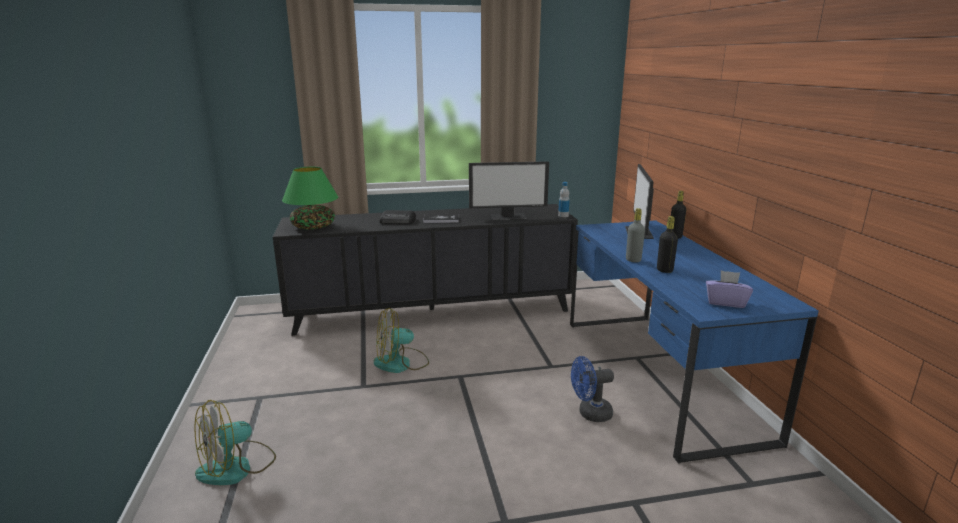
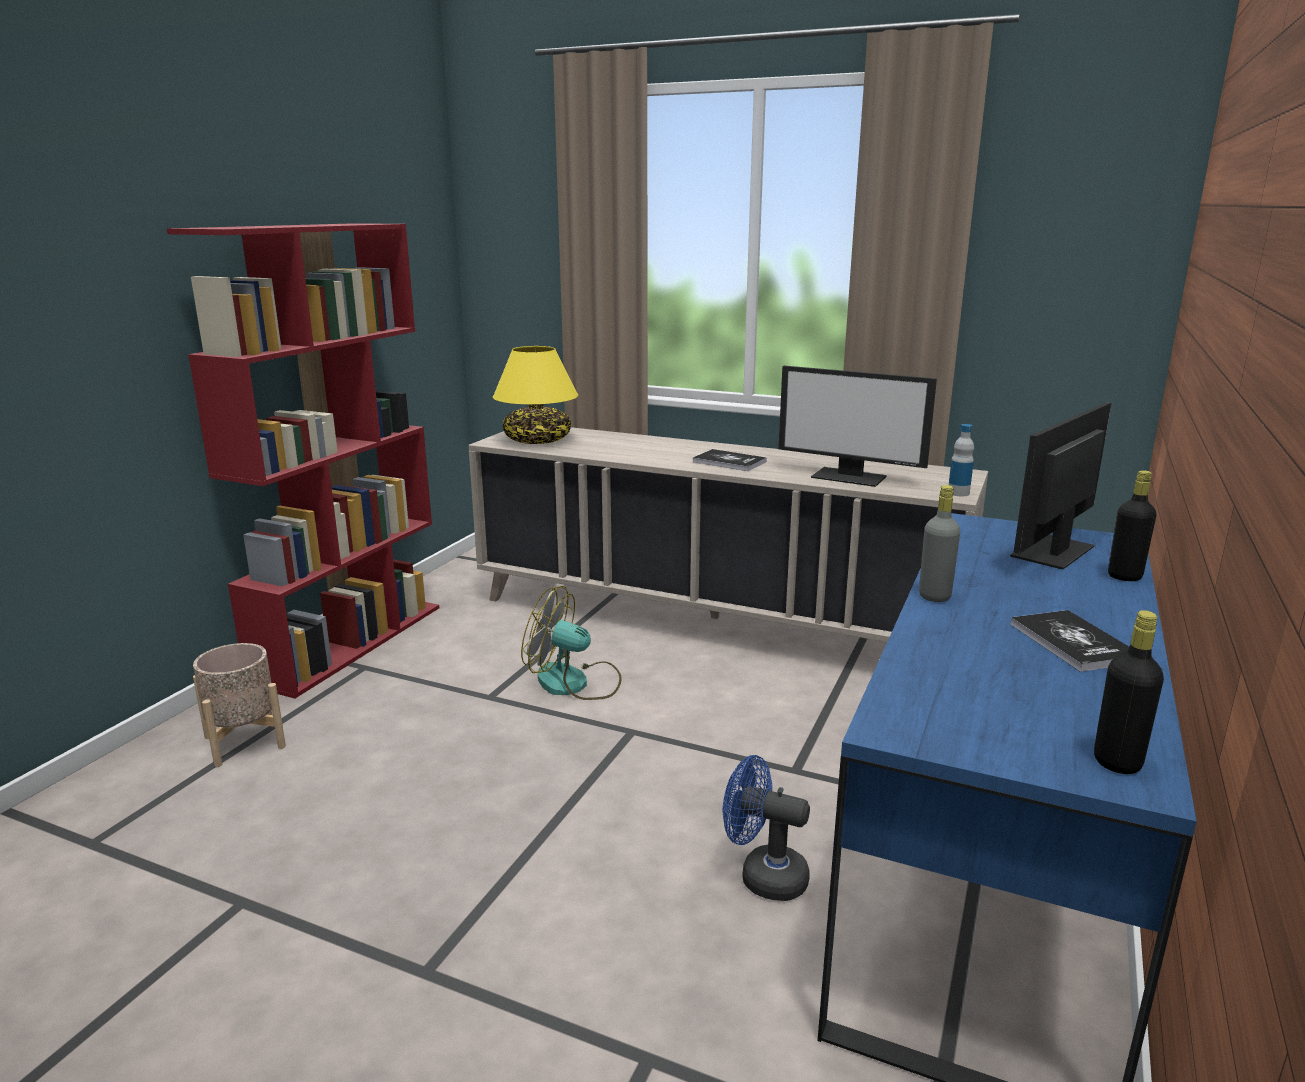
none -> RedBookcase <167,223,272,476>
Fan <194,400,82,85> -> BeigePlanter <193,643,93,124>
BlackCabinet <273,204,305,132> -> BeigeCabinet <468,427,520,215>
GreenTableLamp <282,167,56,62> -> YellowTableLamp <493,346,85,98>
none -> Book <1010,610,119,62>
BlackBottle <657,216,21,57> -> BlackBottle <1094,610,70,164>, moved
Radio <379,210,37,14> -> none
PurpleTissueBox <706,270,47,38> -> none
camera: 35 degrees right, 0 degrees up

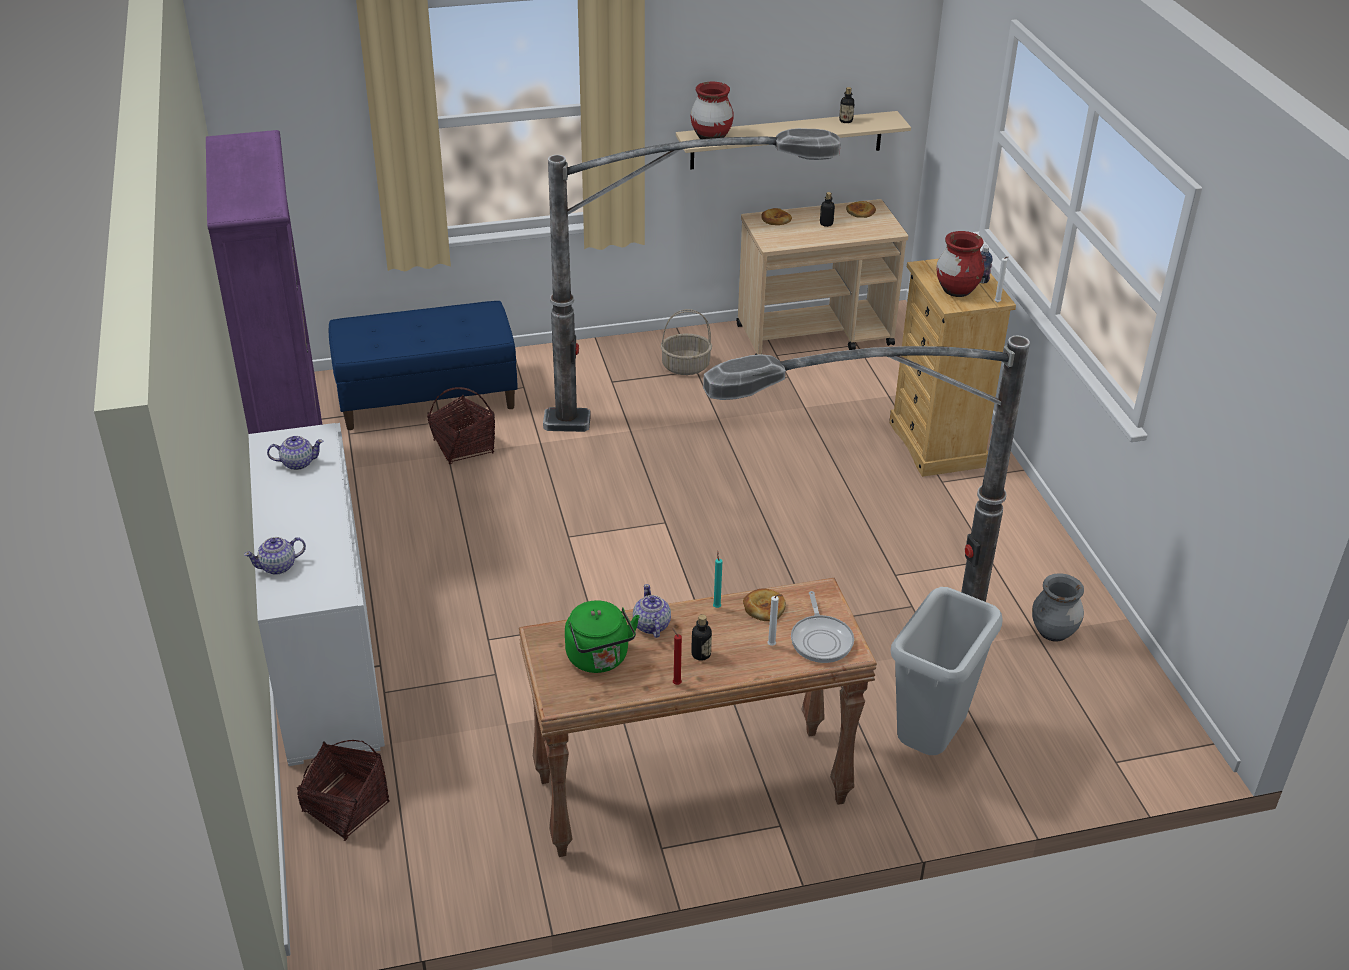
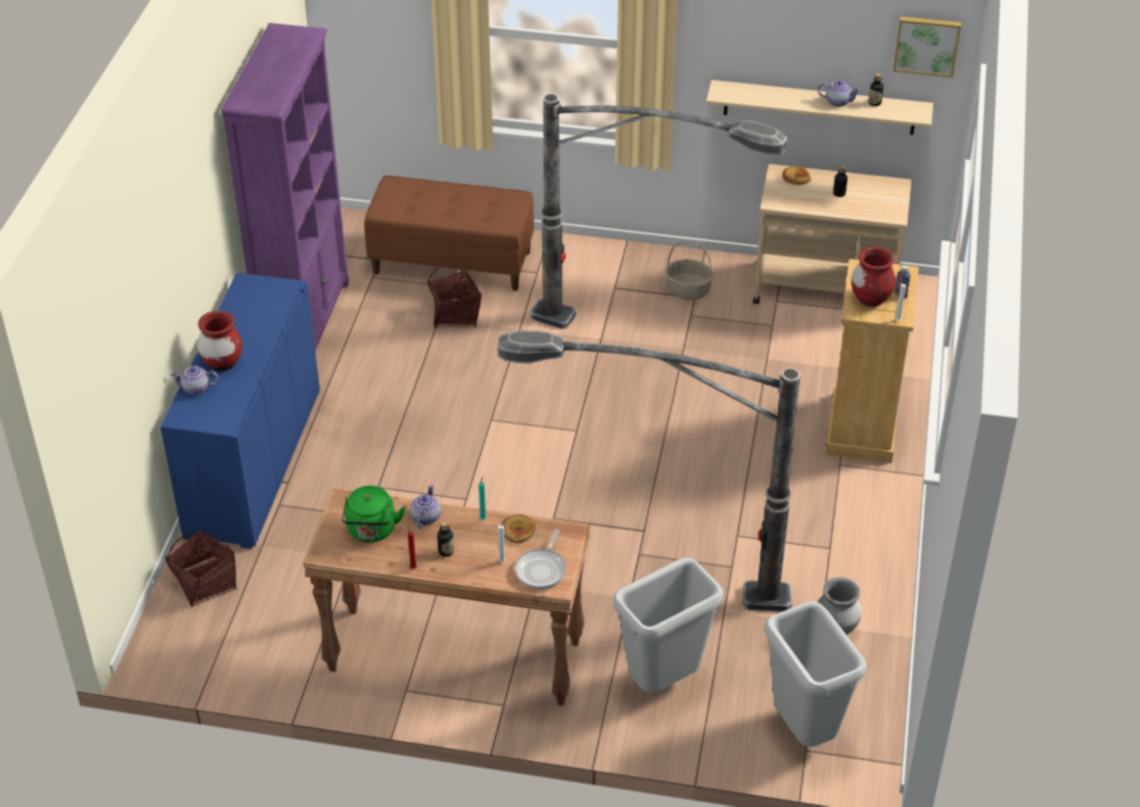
WhiteCabinet <248,423,137,343> -> BlueCabinet <160,273,160,276>
RedVase <691,82,43,57> -> RedVase <197,311,45,60>, moved
BlueBench <329,301,189,129> -> BrownBench <364,176,170,115>
none -> GreyTrashCan <765,601,102,146>
Teapot <267,436,56,34> -> Teapot <818,81,43,26>, moved
none -> Picture <893,16,68,62>
Bread <846,201,30,17> -> none
camera: 25 degrees right, 5 degrees up

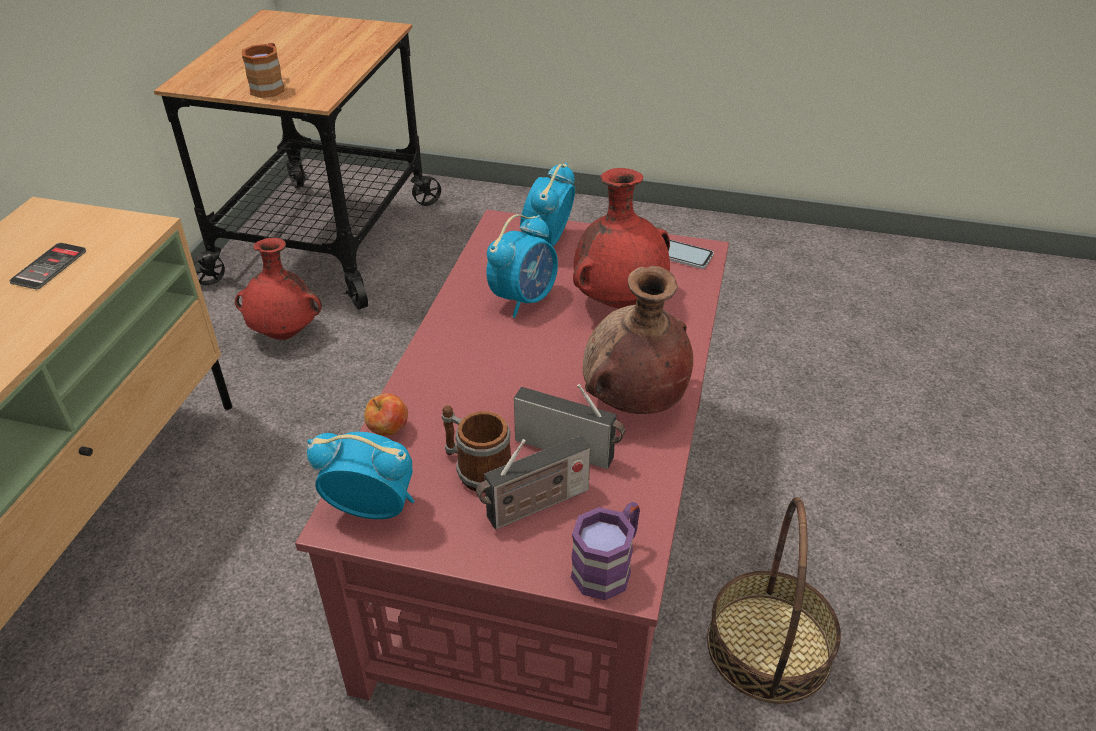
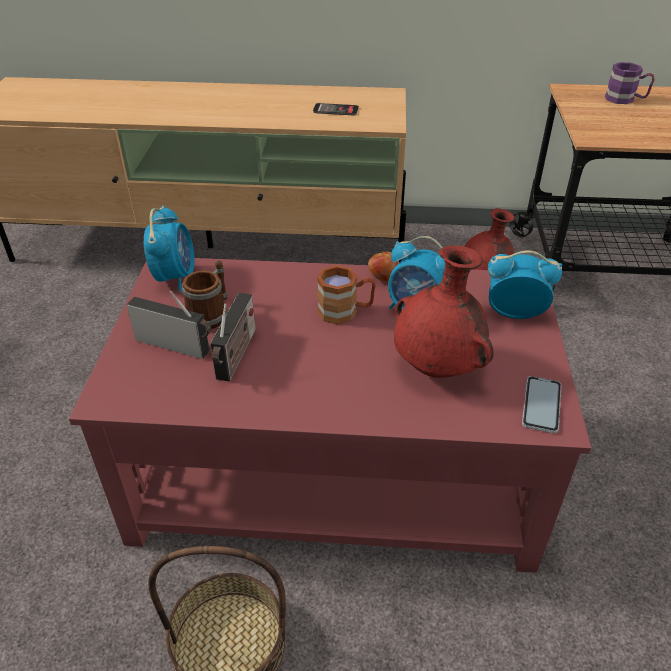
Radio <476,435,115,94> -> Radio <127,291,84,68>, 150 degrees clockwise
BrownMug <242,43,43,55> -> BrownMug <317,265,59,60>, moved
Apple <364,393,44,43> -> Apple <368,249,31,32>, moved
PurpleMug <571,502,69,98> -> PurpleMug <605,62,49,42>, moved
BrownVase <583,266,110,148> -> none
camera: 80 degrees right, 0 degrees up

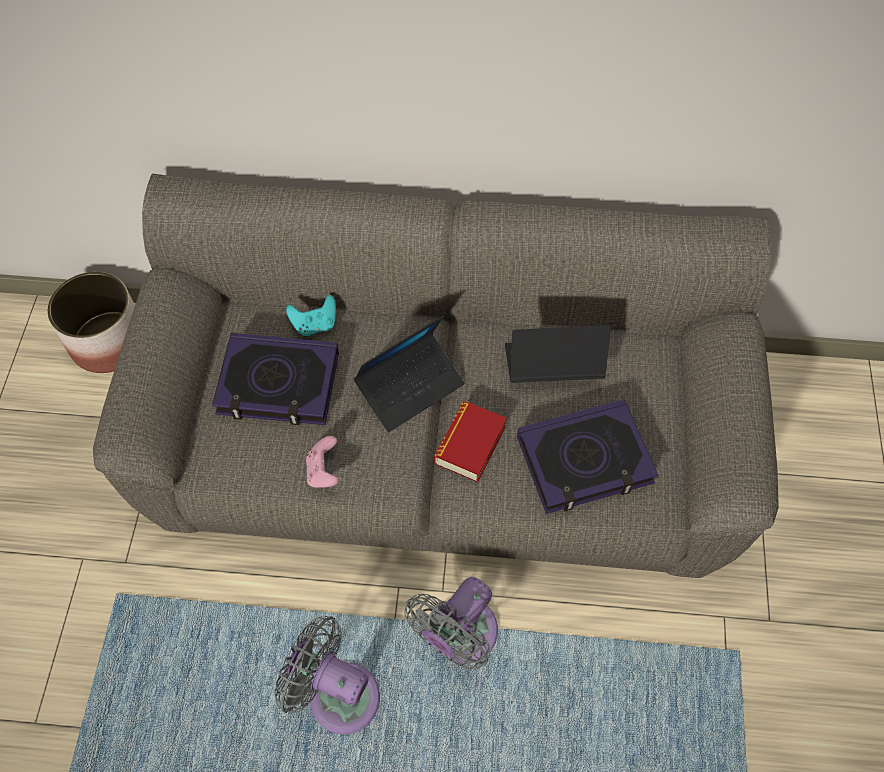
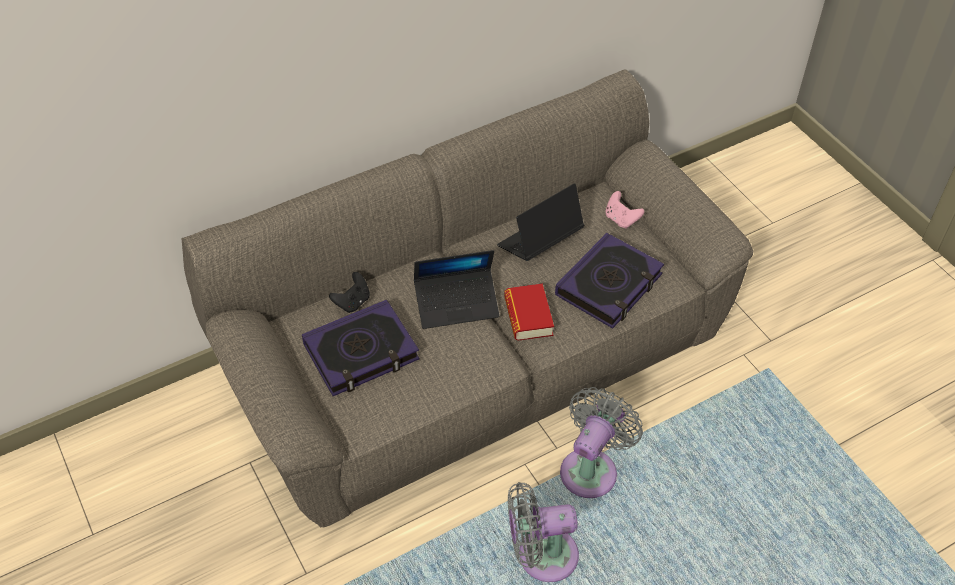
TurquoiseGameController <286,295,50,41> -> BlackGameController <329,272,41,41>
Laptop <353,316,111,116> -> Laptop <414,250,85,79>, 60 degrees clockwise
GreyFan <404,577,94,93> -> GreyFan <560,387,83,111>, 150 degrees counterclockwise
PinkGameController <306,436,33,52> -> PinkGameController <606,191,39,38>, moved
Planter <47,272,88,101> -> none
camera: 35 degrees left, 10 degrees down

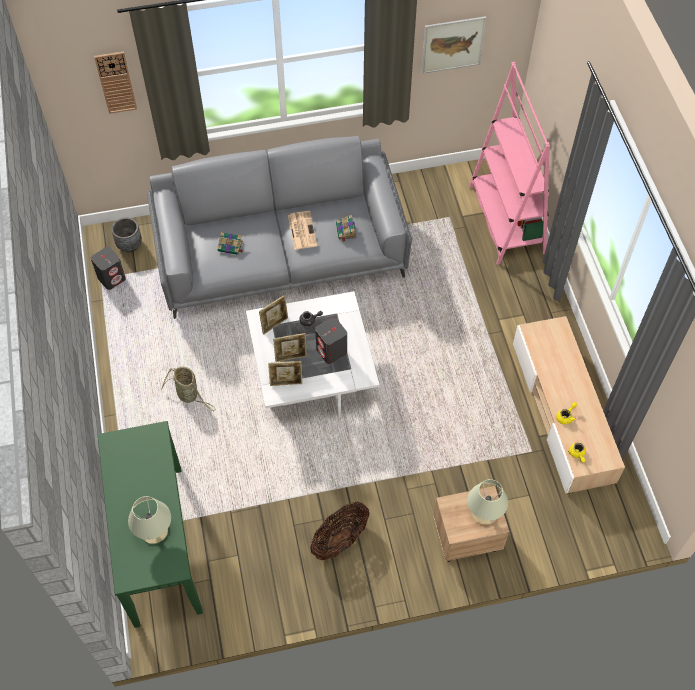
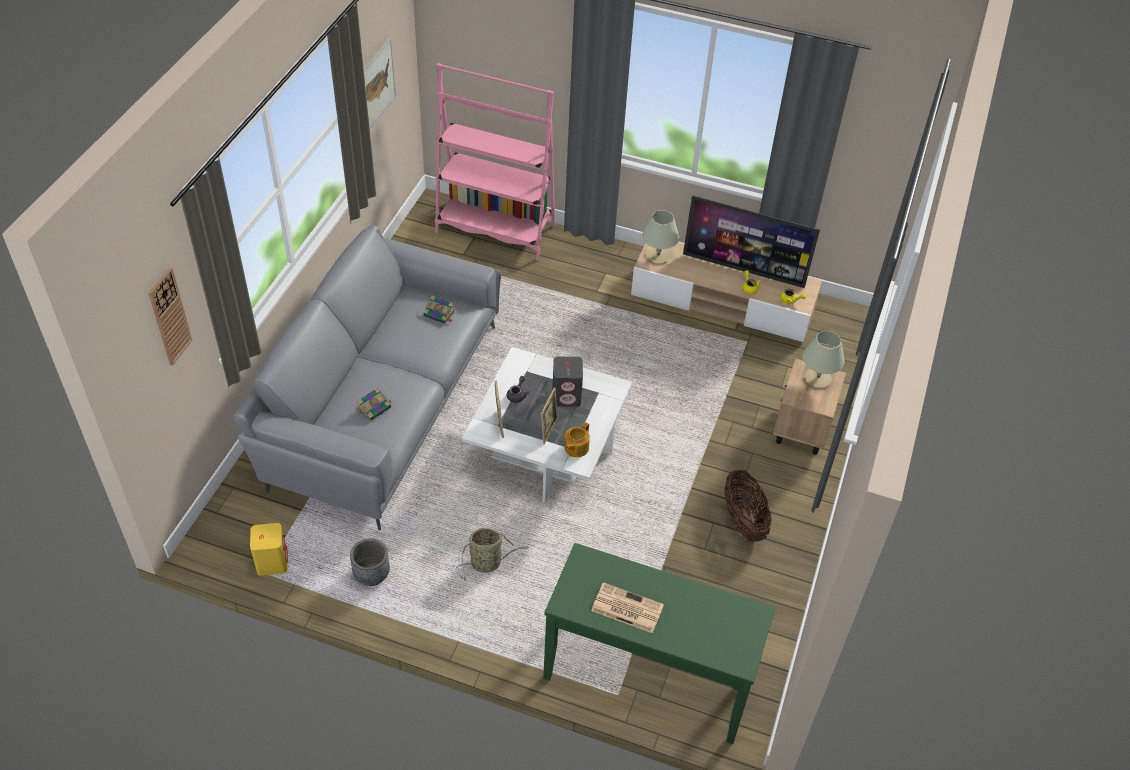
GreySpeaker <91,247,35,43> -> YellowSpeaker <250,523,38,53>
GreyPlanter <111,217,31,35> -> GreyPlanter <350,538,40,48>, moved
PictureFrame <268,361,34,25> -> Teapot <564,422,26,35>
Newspaper <288,211,29,39> -> Newspaper <591,582,73,51>, moved
BeigeTableLamp <128,496,43,48> -> BeigeTableLamp <642,210,37,54>, moved
none -> Television <683,195,137,93>
camera: 60 degrees left, 10 degrees down

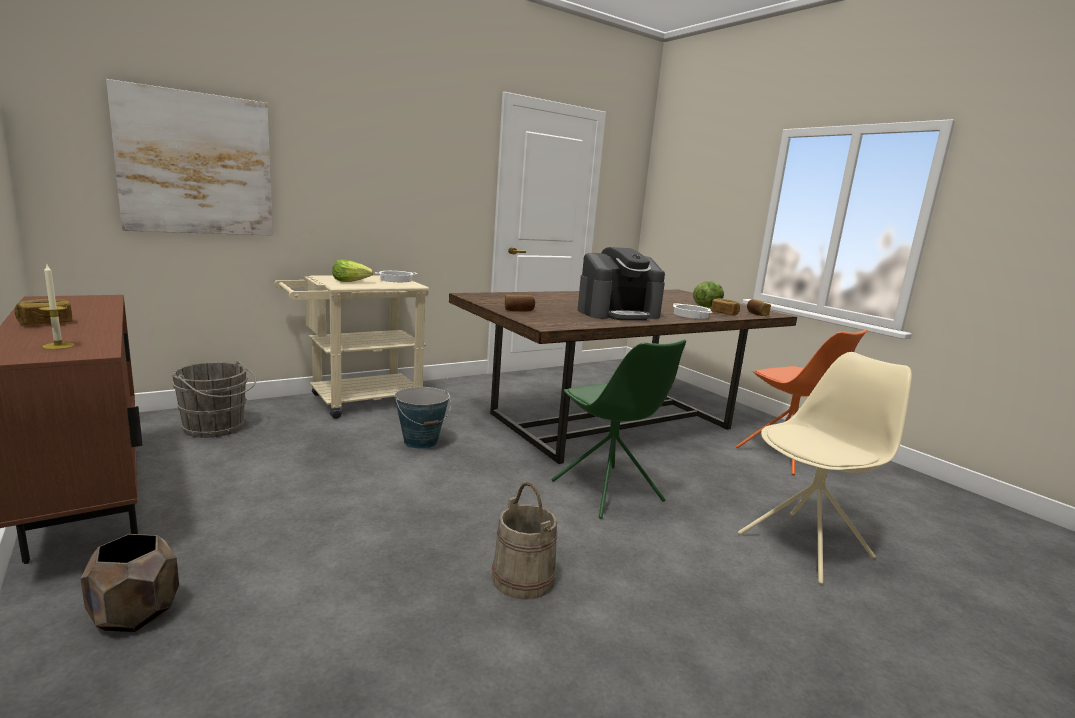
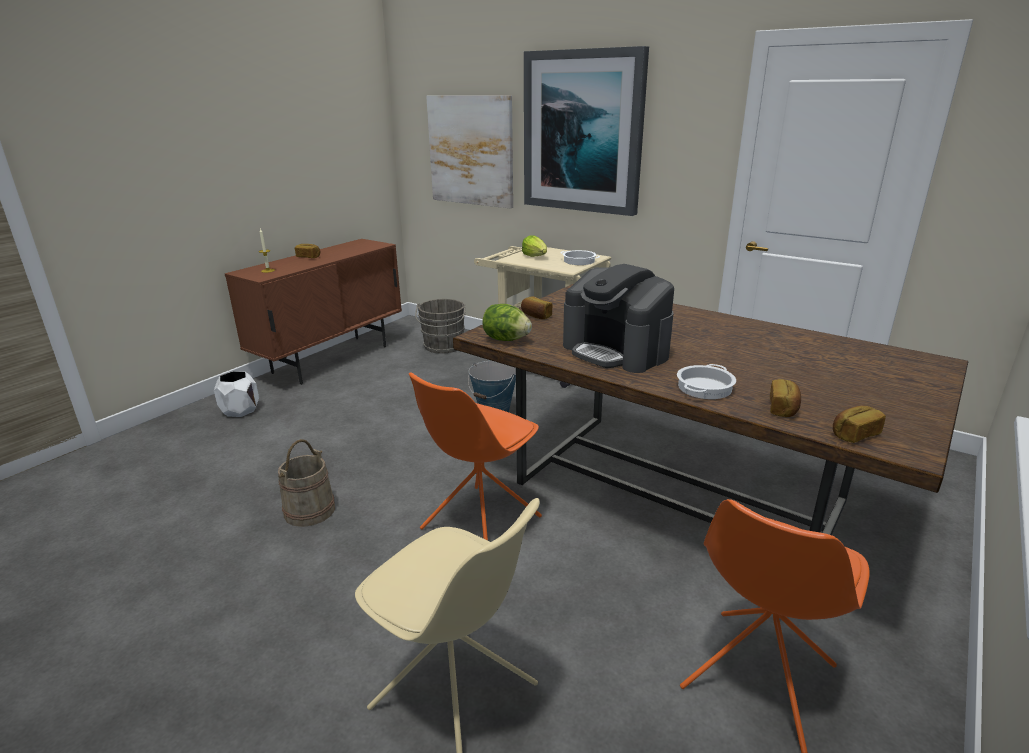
BrownPlanter <80,534,99,98> -> WhitePlanter <214,371,45,46>
GreenChair <552,339,134,180> -> OrangeChair <409,373,133,168>
Lettuce <693,281,31,26> -> Lettuce <482,304,50,37>, moved
none -> Picture <524,46,125,170>
camera: 70 degrees right, 10 degrees up

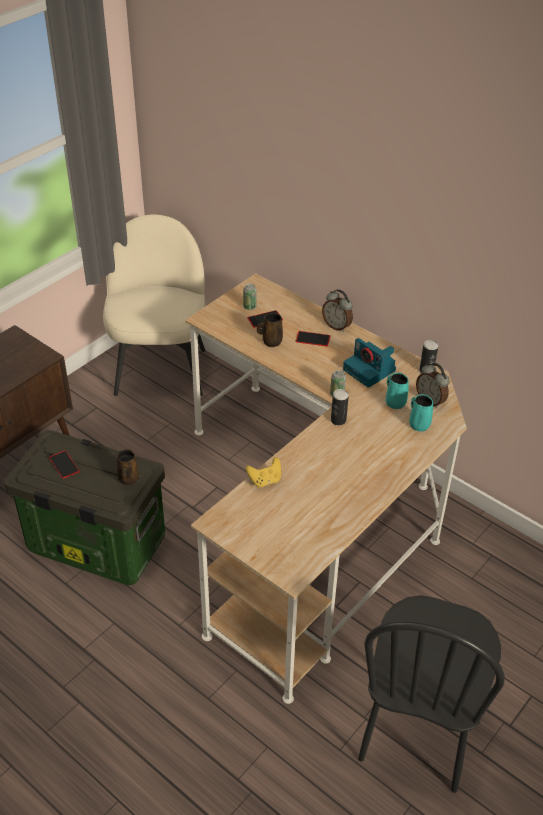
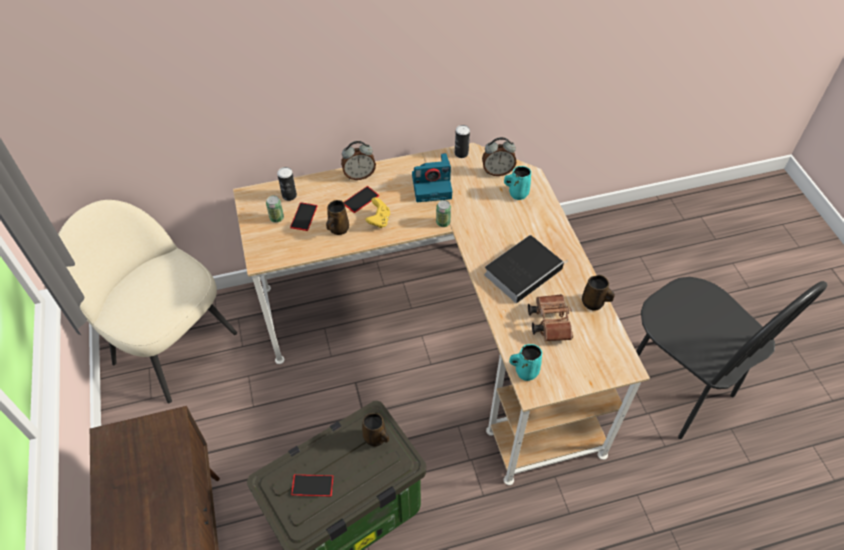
Can <331,389,18,36> -> Can <277,167,20,34>, moved
YellowGameController <246,457,35,30> -> YellowGameController <366,197,24,31>, moved
none -> Book <484,235,84,69>
TurquoiseMug <386,373,23,36> -> TurquoiseMug <509,344,33,37>, moved
none -> BrownBinoculars <528,294,45,47>
none -> BrownMug <582,275,33,36>
camera: 55 degrees left, 10 degrees up

